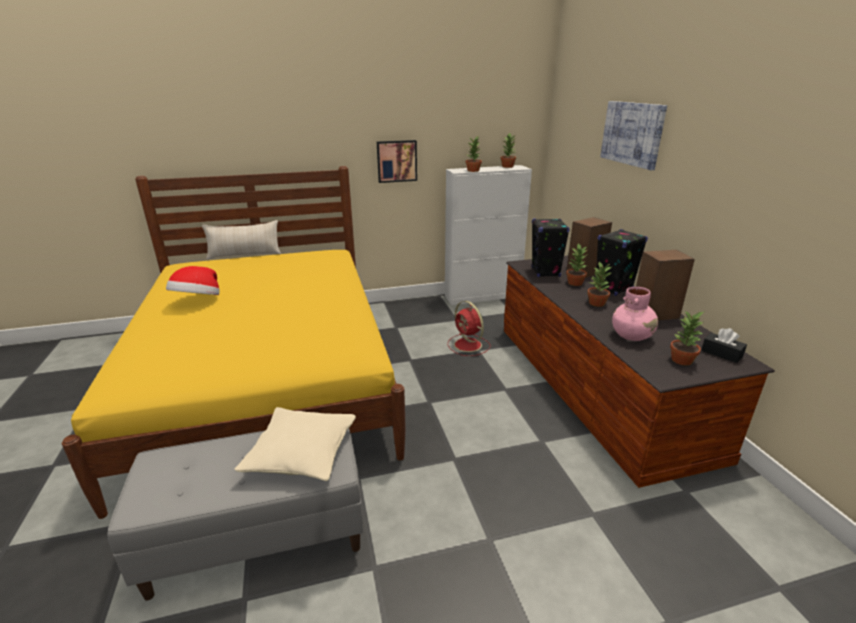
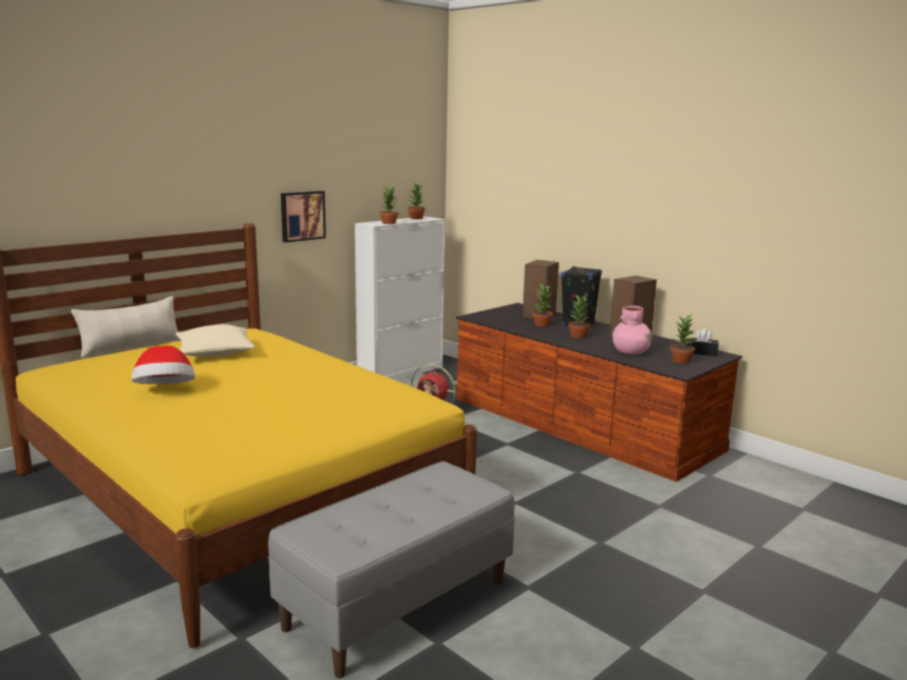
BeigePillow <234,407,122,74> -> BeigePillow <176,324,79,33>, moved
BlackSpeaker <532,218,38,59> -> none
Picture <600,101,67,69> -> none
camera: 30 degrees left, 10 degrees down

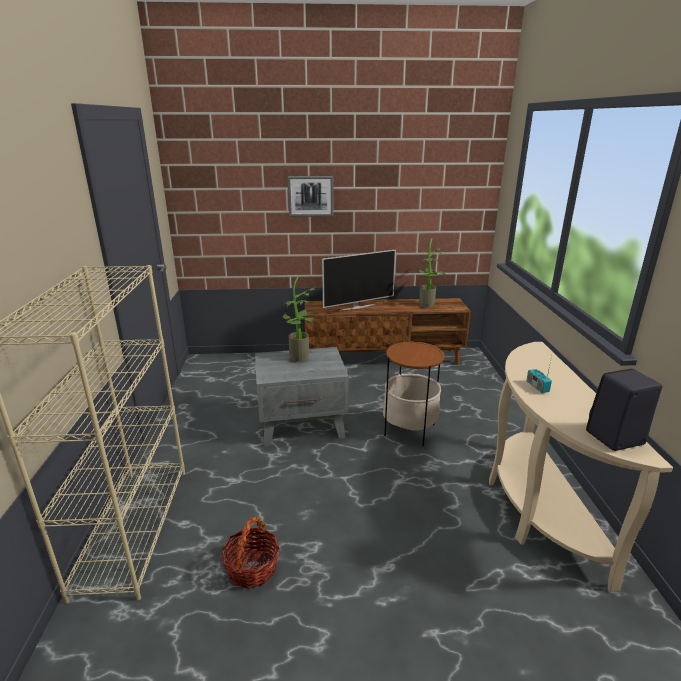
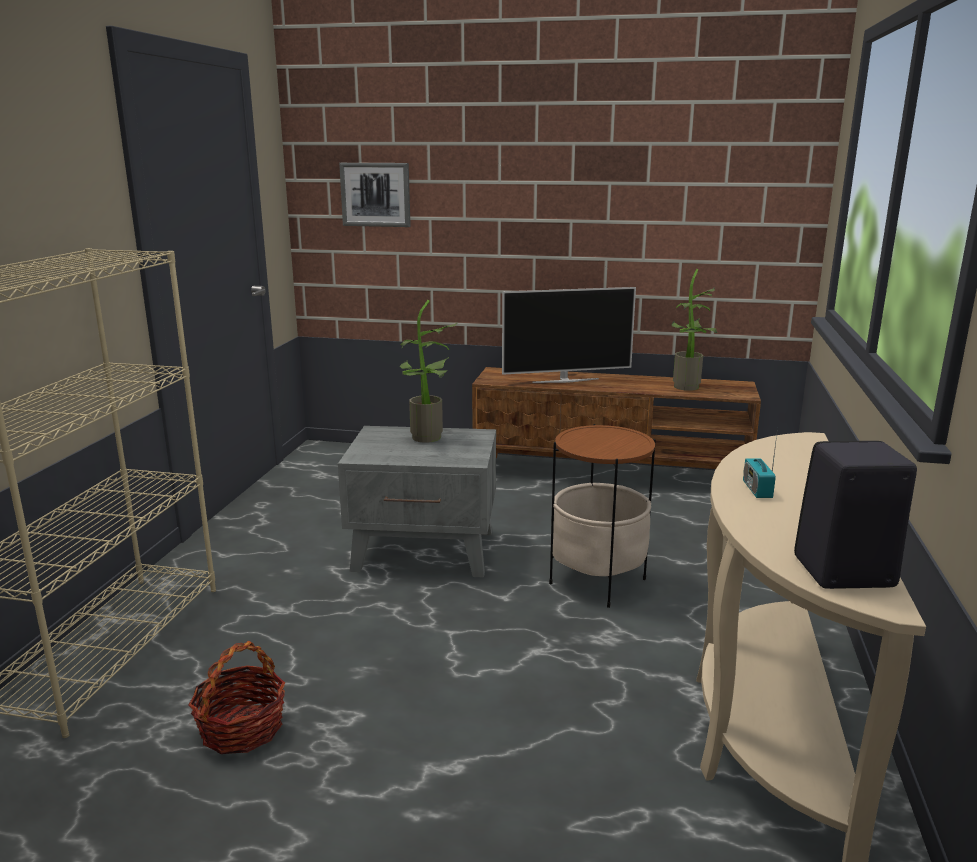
Picture <288,176,46,41> -> Picture <339,163,72,64>, moved
camera: 15 degrees right, 5 degrees down

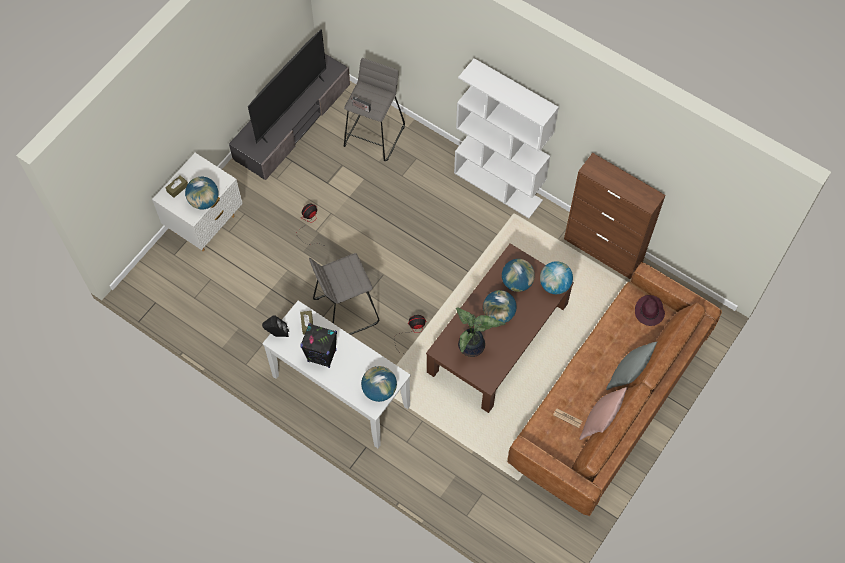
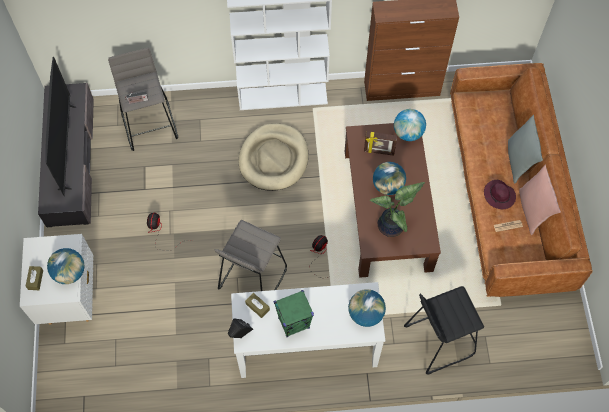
none -> BeigeDogBed <238,123,70,68>
BlackSpeaker <300,323,37,45> -> GreenSpeaker <274,290,40,47>
Globe <502,259,33,33> -> PictureFrame <364,131,33,25>
none -> BlackStool <404,286,80,88>
PurpleHat <635,295,30,31> -> PurpleHat <484,180,32,29>, moved
camera: 40 degrees left, 0 degrees up

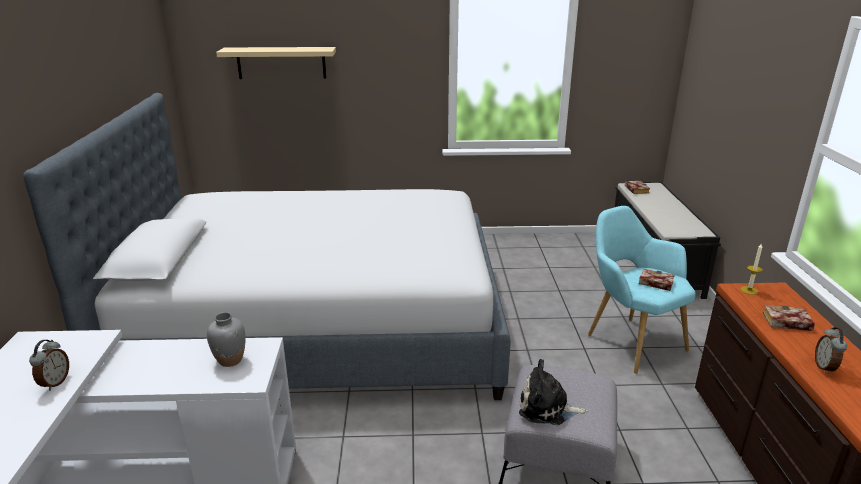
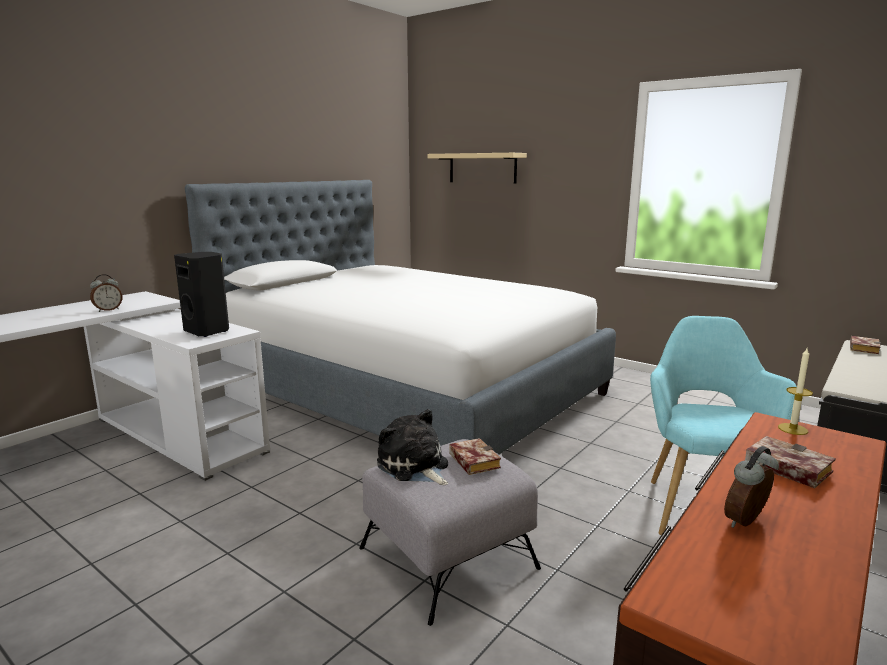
GreyVase <207,312,39,55> -> BlackSpeaker <174,252,55,85>
Book <639,269,36,22> -> Book <449,438,52,37>, moved
camera: 40 degrees right, 10 degrees down

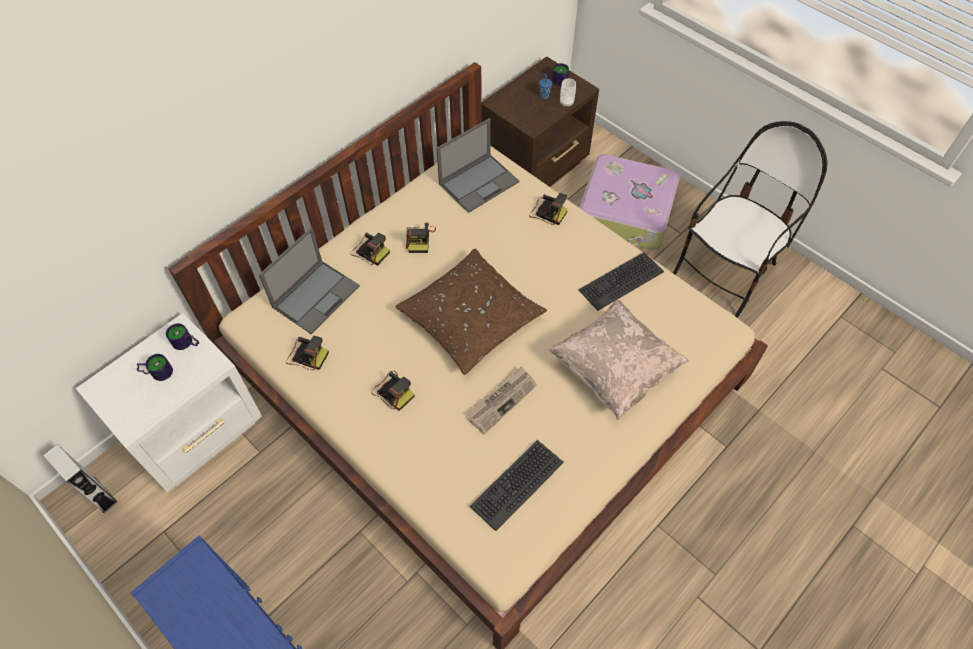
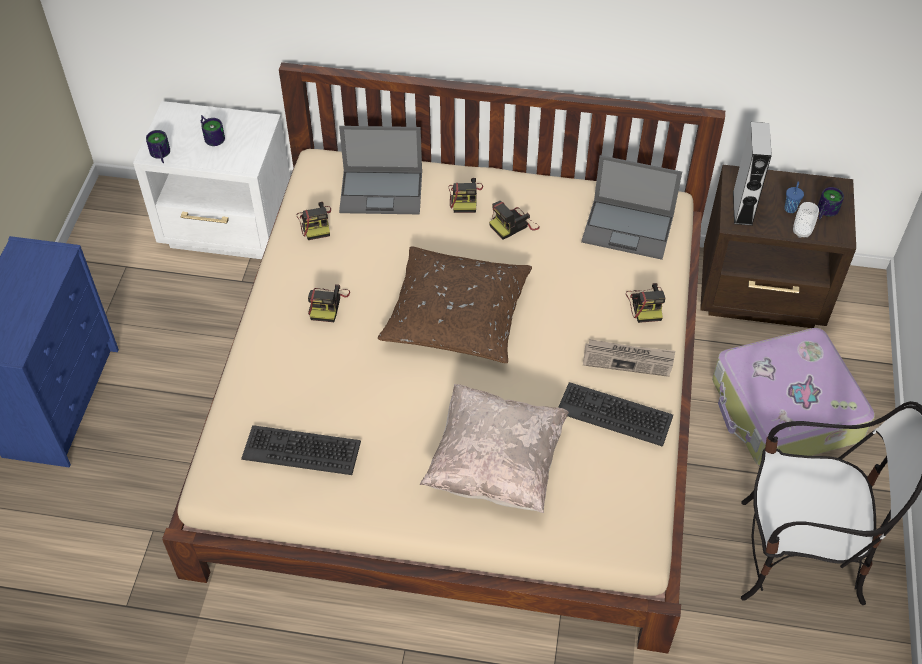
Mug <166,323,33,27> -> Mug <146,130,24,33>, moved
Newspaper <467,366,70,68> -> Newspaper <583,339,92,38>, moved
GreySpeaker <43,444,75,69> -> GreySpeaker <733,122,39,104>, moved
camera: 55 degrees right, 5 degrees down

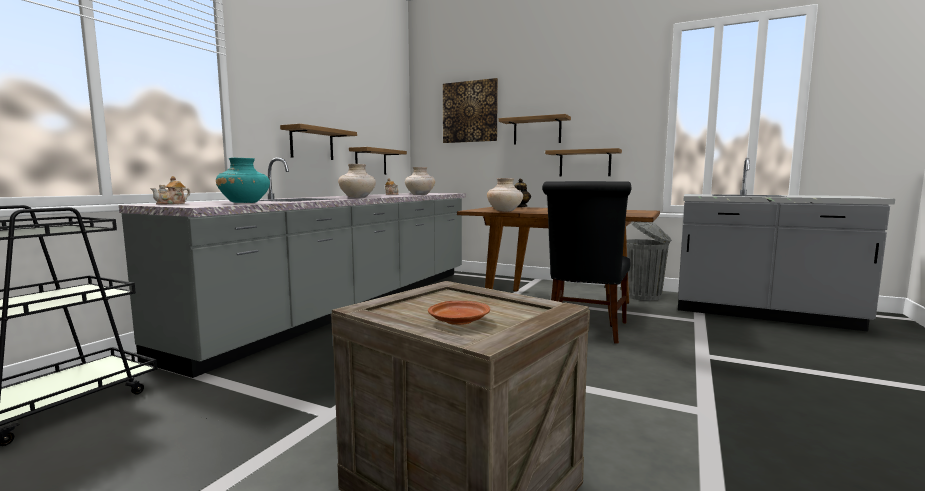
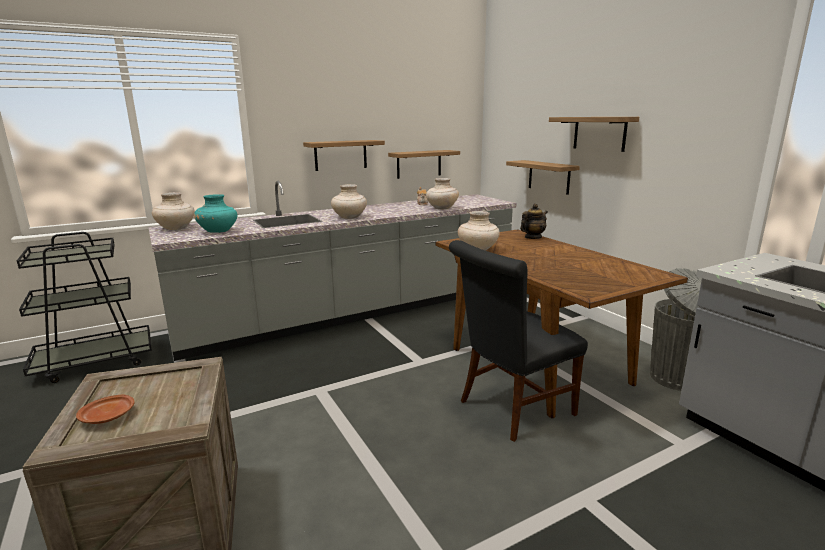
Teapot <150,176,40,29> -> BeigeVase <152,192,43,38>
Shelf <545,148,77,29> -> Shelf <506,160,74,35>, moved
Picture <443,78,55,65> -> none
camera: 35 degrees right, 10 degrees up

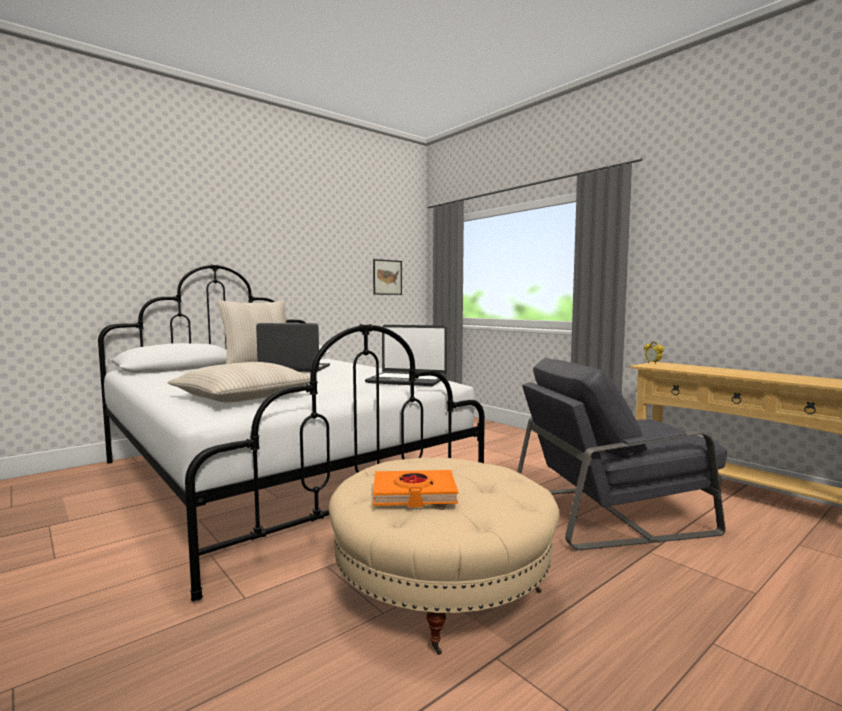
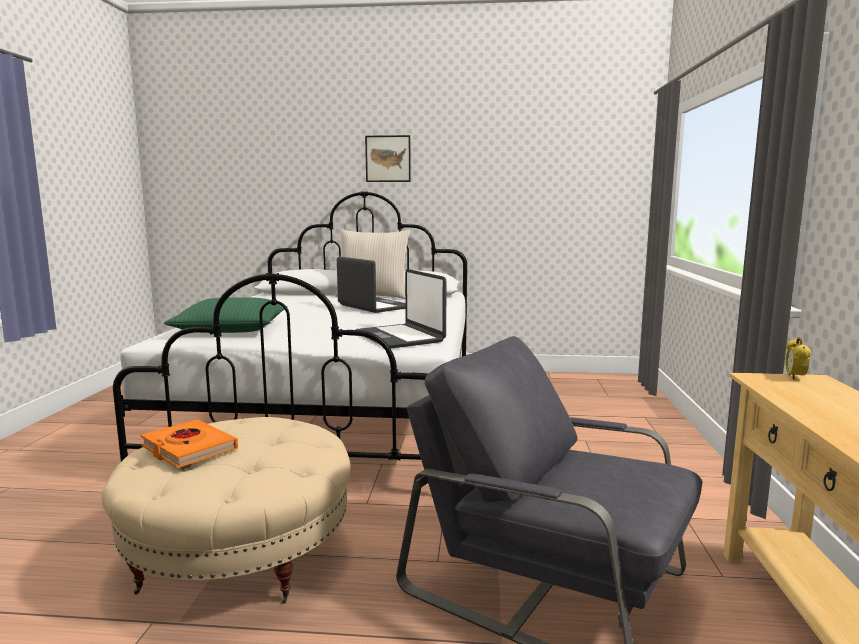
BeigePillow <168,362,149,41> -> GreenPillow <164,297,123,36>
Picture <373,259,29,36> -> Picture <365,135,46,47>, moved
camera: 45 degrees right, 5 degrees up

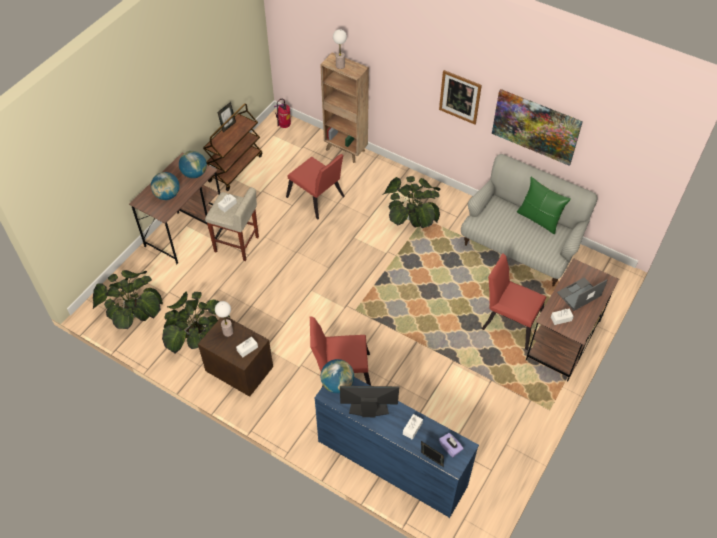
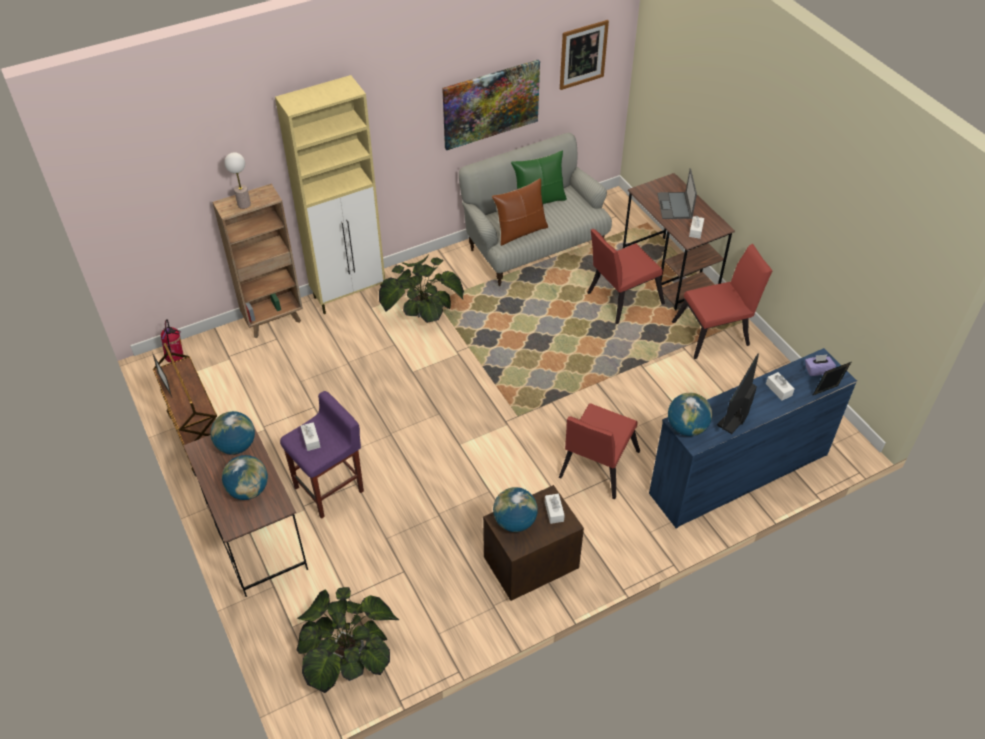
none -> BeigeCabinet <275,75,110,239>
BeigeStool <205,187,54,74> -> PurpleStool <280,391,84,128>
none -> BrownPillow <492,178,56,68>
TableLamp <215,301,18,36> -> Globe <493,487,45,45>
Picture <439,70,43,54> -> Picture <560,20,49,70>, moved
RedChair <286,154,59,65> -> RedChair <672,244,101,115>, moved
PottedPlant <162,291,69,62> -> none
camera: 60 degrees left, 5 degrees down

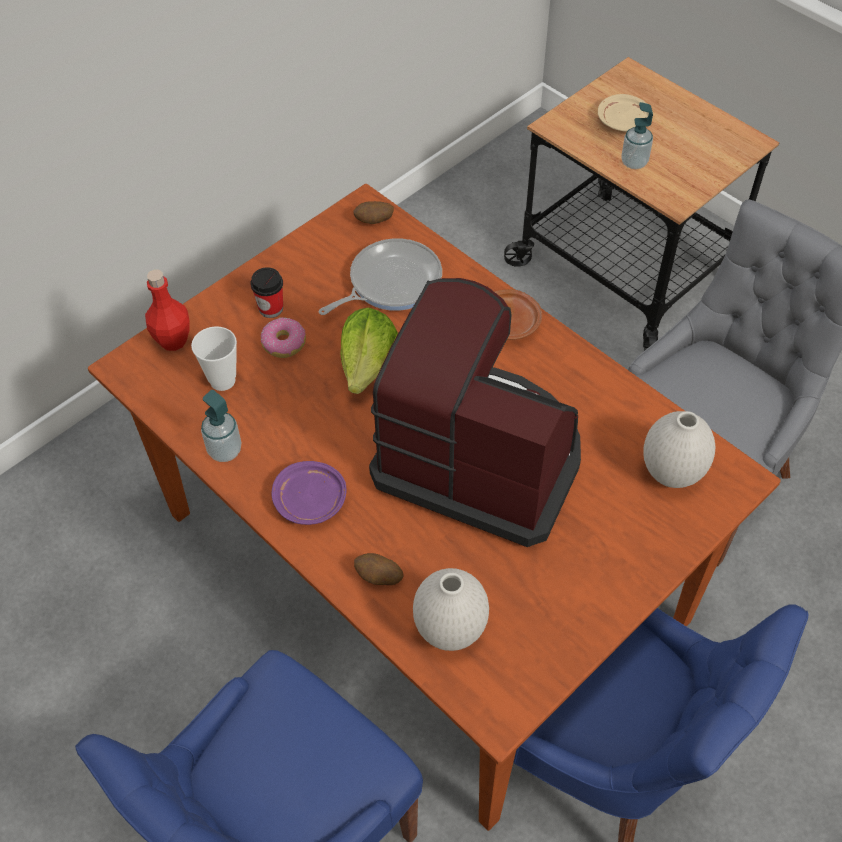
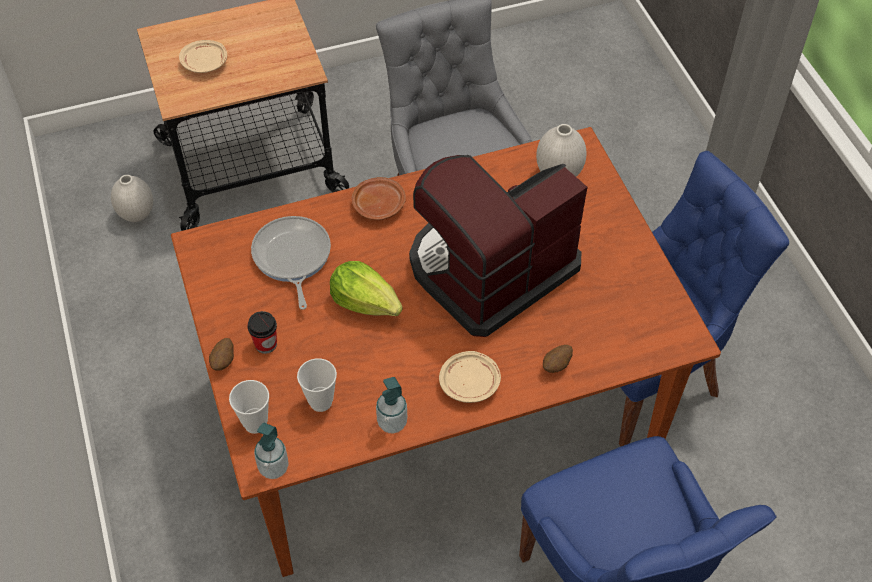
WhiteVase <413,568,76,83> -> WhiteVase <111,175,42,47>, moved
Potato <353,201,41,23> -> Potato <209,338,25,33>, moved
RedBottle <145,269,45,82> -> Cup <229,380,40,54>
SoapDispenser <621,102,32,67> -> SoapDispenser <254,423,35,56>, moved
PurplePlate <272,461,74,64> -> BeigePlate <439,351,62,52>
Donut <261,317,45,41> -> none
camera: 65 degrees left, 0 degrees up

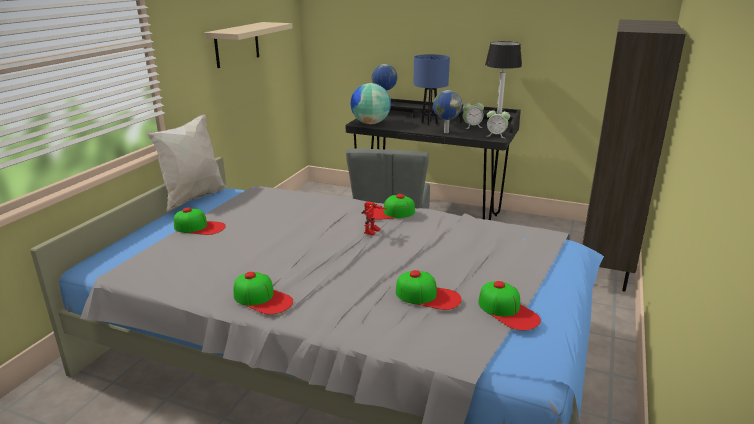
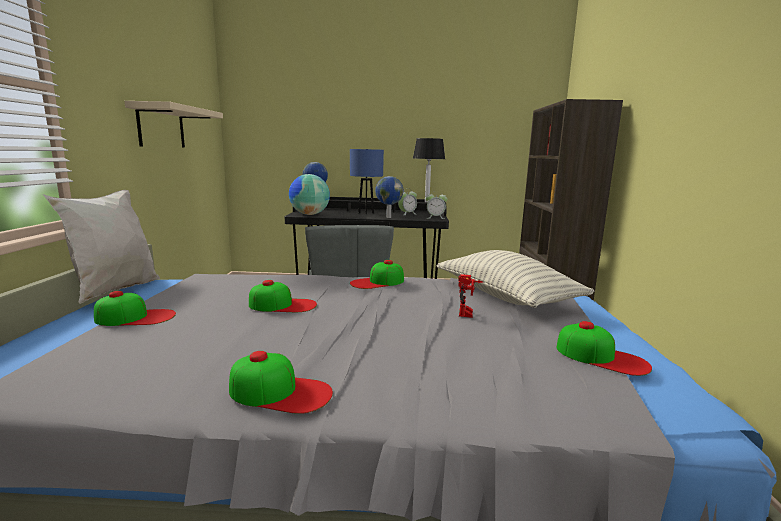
Cap <396,270,66,40> -> Cap <249,280,68,32>, moved
none -> Pillow <437,250,157,58>
ToyRobot <362,201,25,35> -> ToyRobot <458,274,25,44>, moved
camera: 20 degrees left, 10 degrees down

